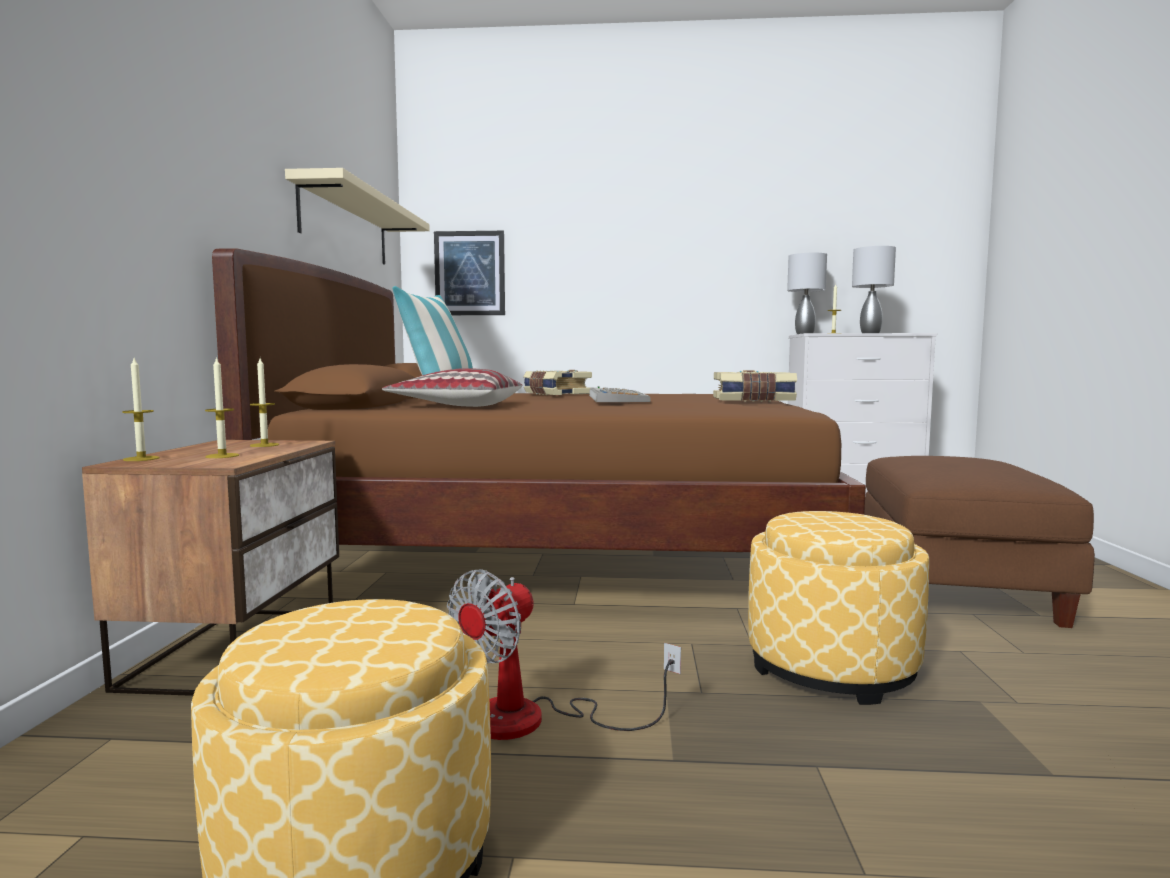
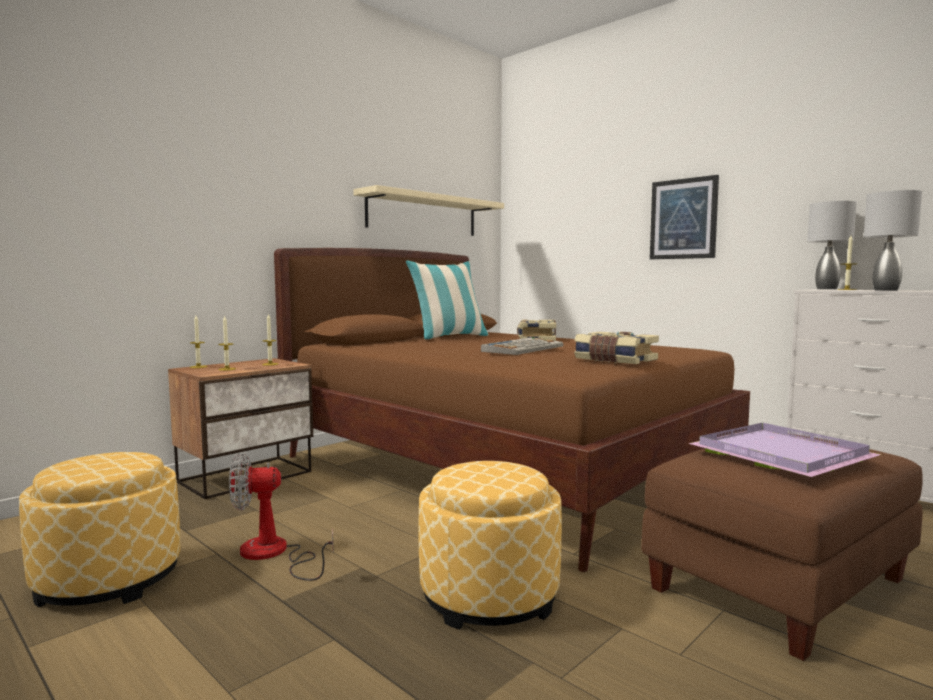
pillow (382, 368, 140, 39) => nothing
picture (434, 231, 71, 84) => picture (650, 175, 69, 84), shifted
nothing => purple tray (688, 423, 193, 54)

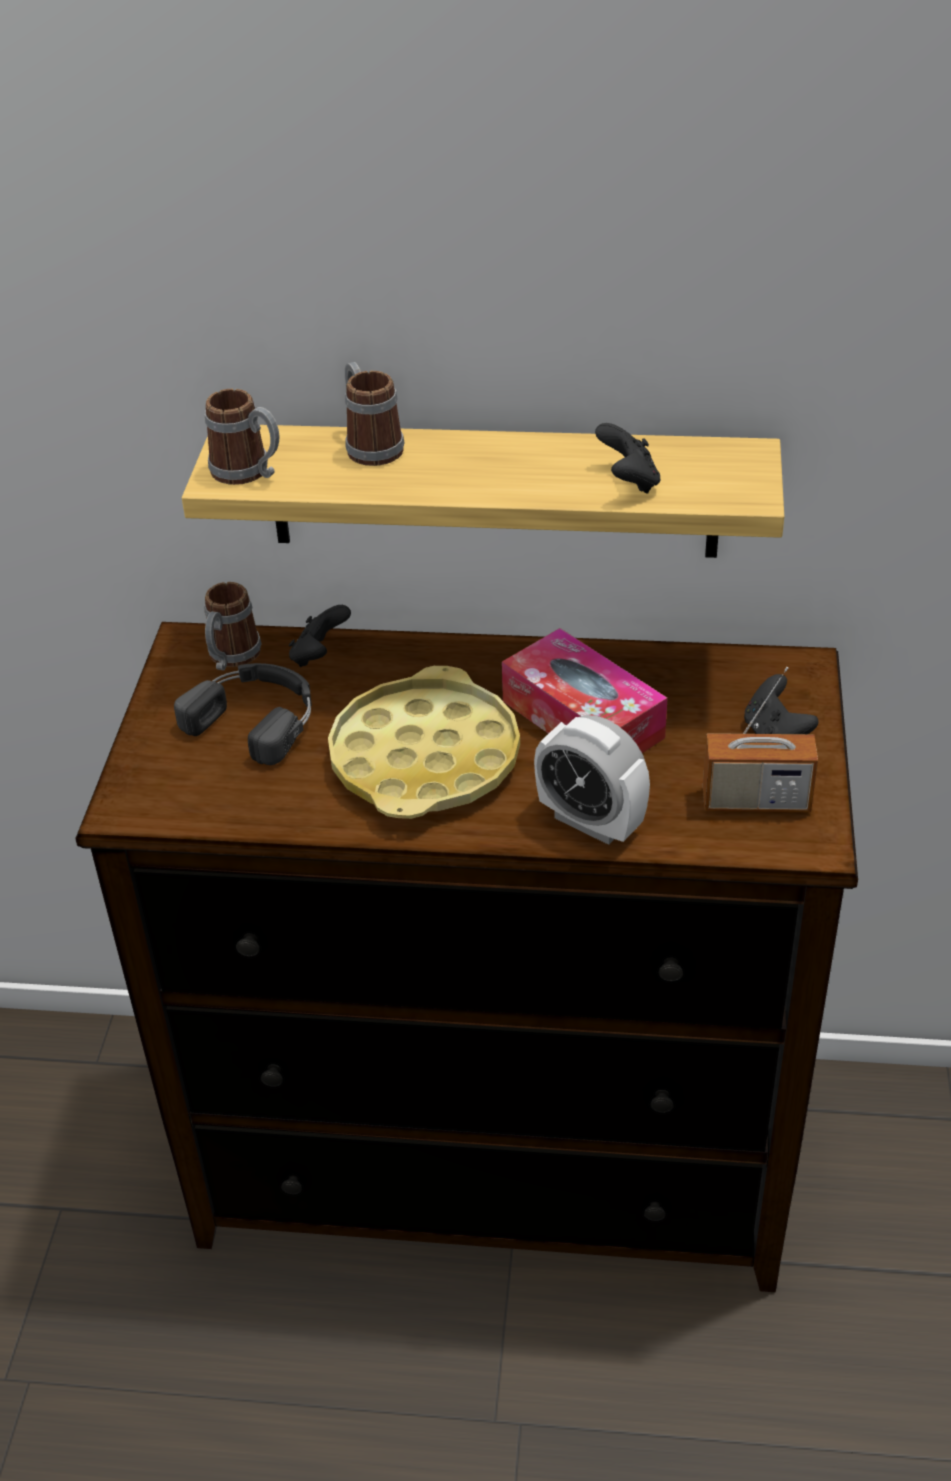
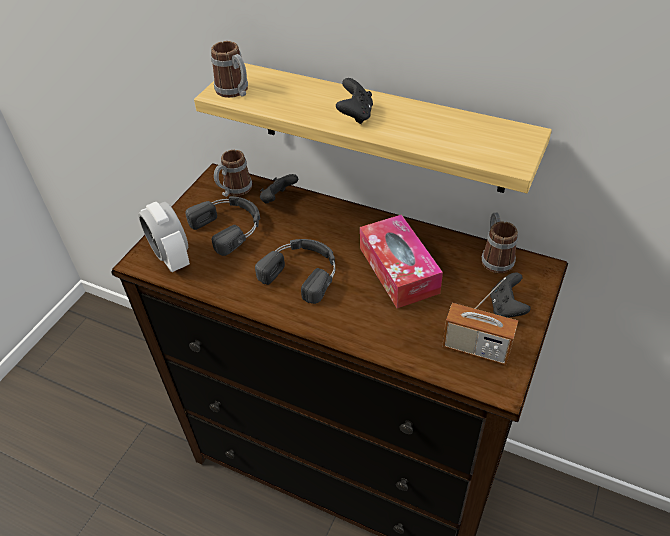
yellow tray (328, 666, 192, 153) => black headphones (255, 239, 80, 65)
mug (345, 362, 59, 104) => mug (482, 212, 36, 61), shifted
alarm clock (534, 715, 116, 130) => alarm clock (138, 202, 52, 70), shifted
black game controller (595, 423, 65, 71) => black game controller (336, 78, 37, 46), shifted

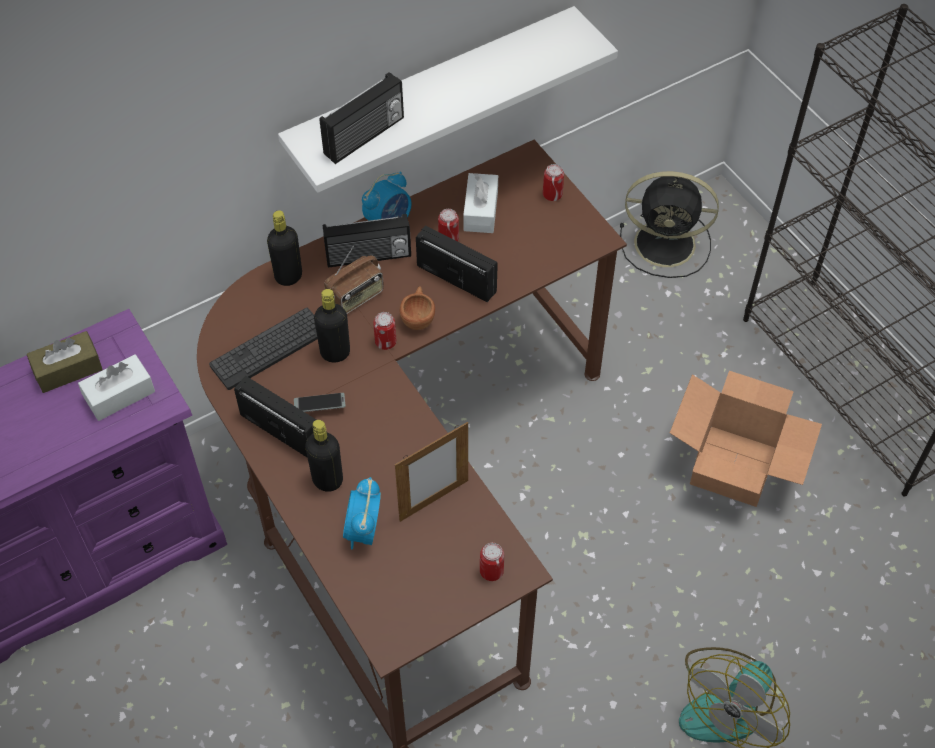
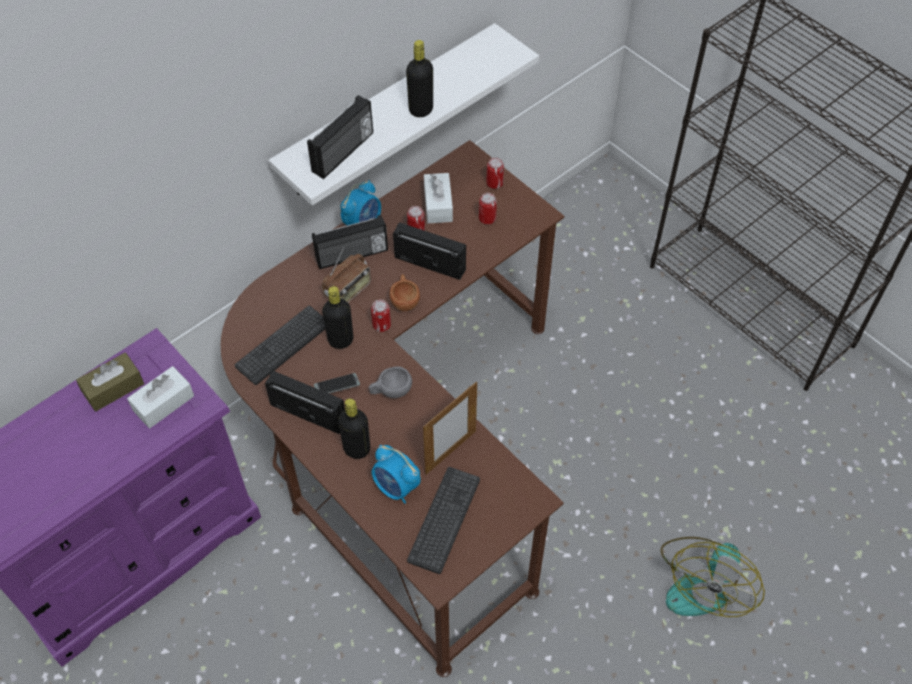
black bottle (267, 210, 35, 76) => black bottle (406, 40, 27, 77), shifted
alarm clock (343, 477, 38, 72) => alarm clock (372, 445, 49, 59), 45 degrees counterclockwise
can (480, 543, 24, 38) => can (479, 193, 18, 31), shifted
black fan (620, 171, 99, 107) => nothing
cardboard box (670, 371, 152, 136) => nothing
nothing => grey cup (369, 367, 43, 31)
nothing => keyboard (407, 467, 73, 107)

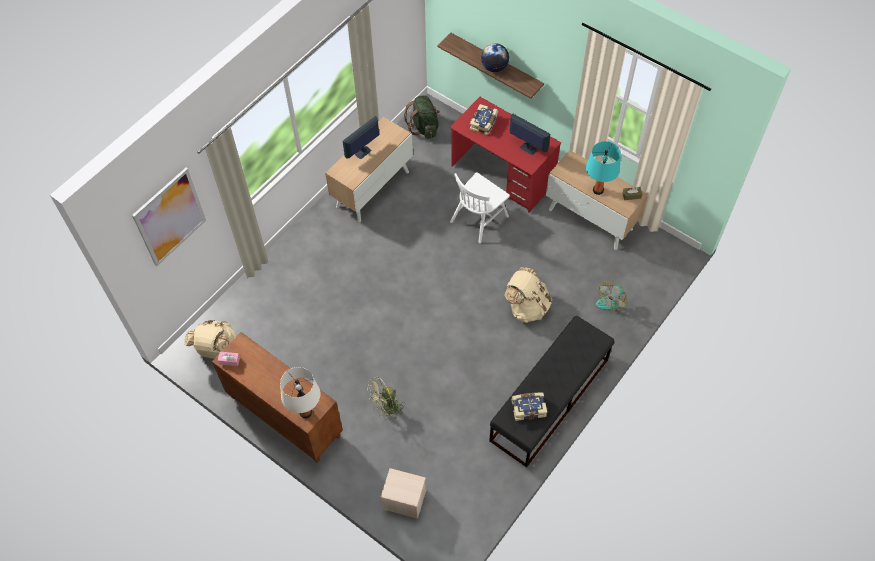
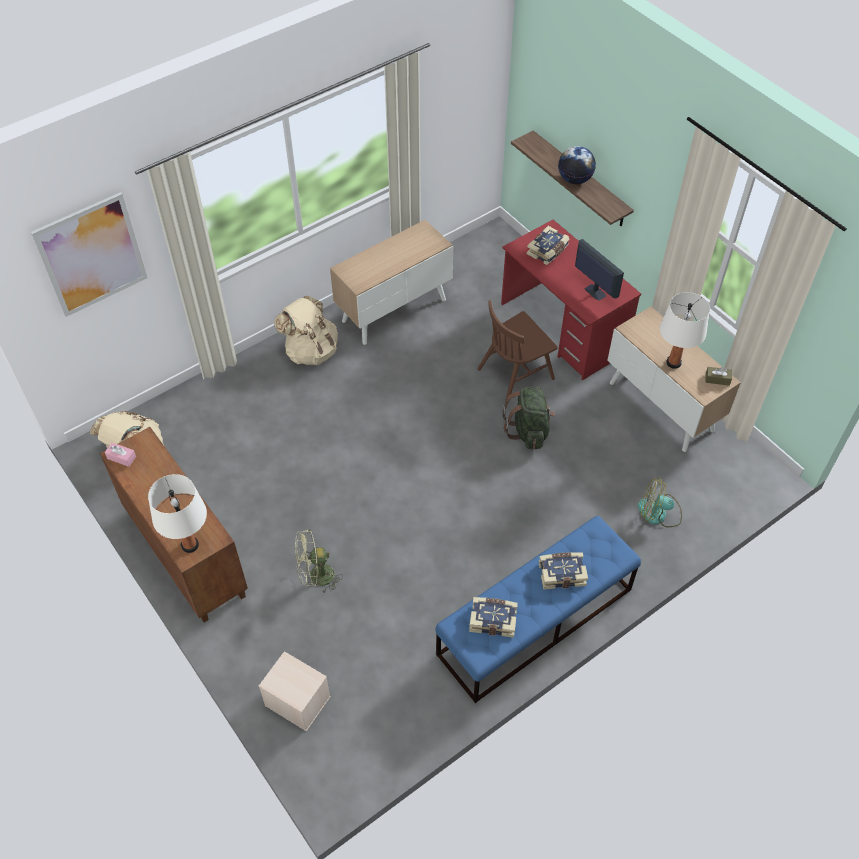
monitor (343, 116, 36, 43) => nothing
green backpack (404, 95, 36, 44) => green backpack (503, 386, 52, 64), shifted
white chair (450, 172, 60, 71) => brown chair (477, 300, 80, 103)
black bench (489, 316, 125, 151) => blue bench (436, 516, 205, 187)
beige backpack (504, 267, 48, 56) => beige backpack (274, 296, 64, 69), shifted
turquoise table lamp (586, 141, 35, 54) => white table lamp (660, 292, 50, 77)
fan (596, 282, 31, 28) => fan (638, 478, 44, 49), 45 degrees clockwise
nothing => book (539, 552, 49, 38)

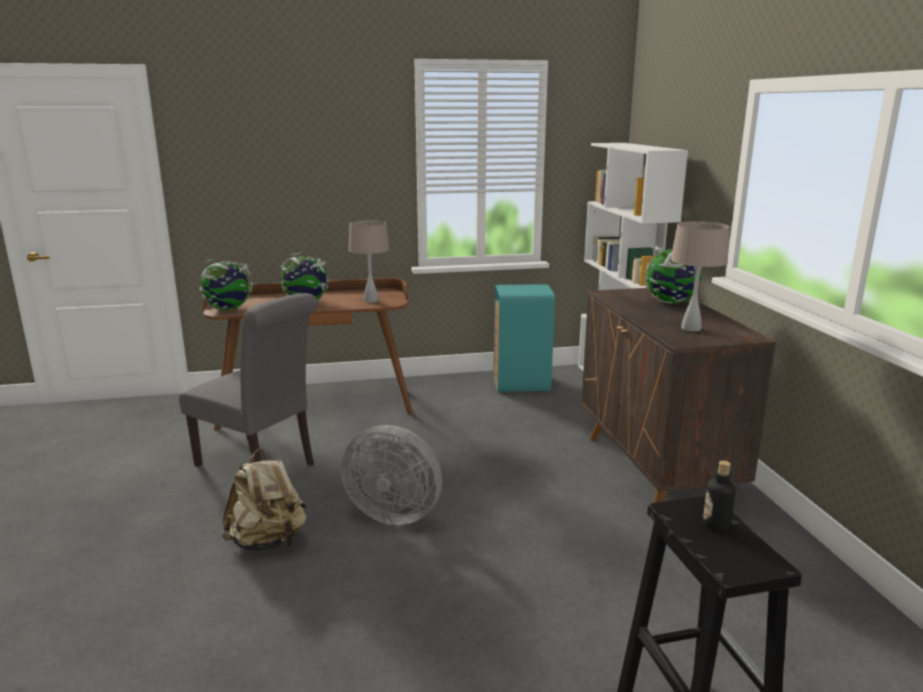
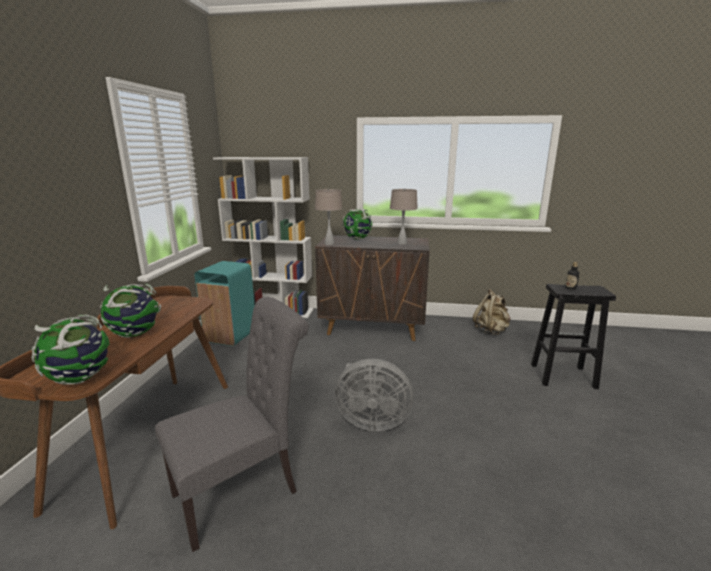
beige backpack (222, 449, 84, 102) => beige backpack (473, 289, 38, 46), shifted
grey fan (341, 425, 101, 100) => grey fan (335, 359, 78, 72), 60 degrees clockwise
beige table lamp (349, 221, 40, 82) => beige table lamp (315, 189, 28, 56), shifted

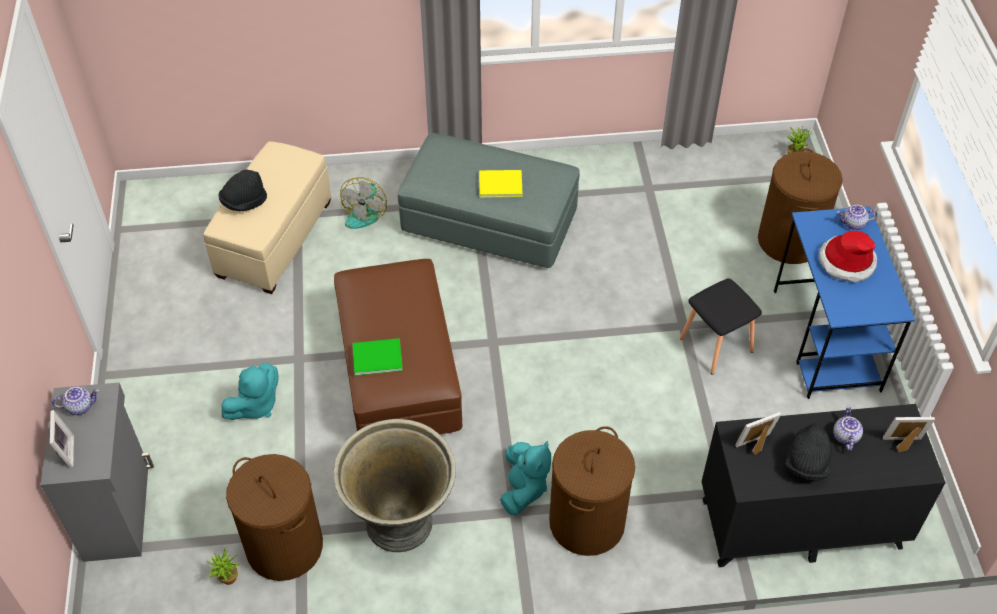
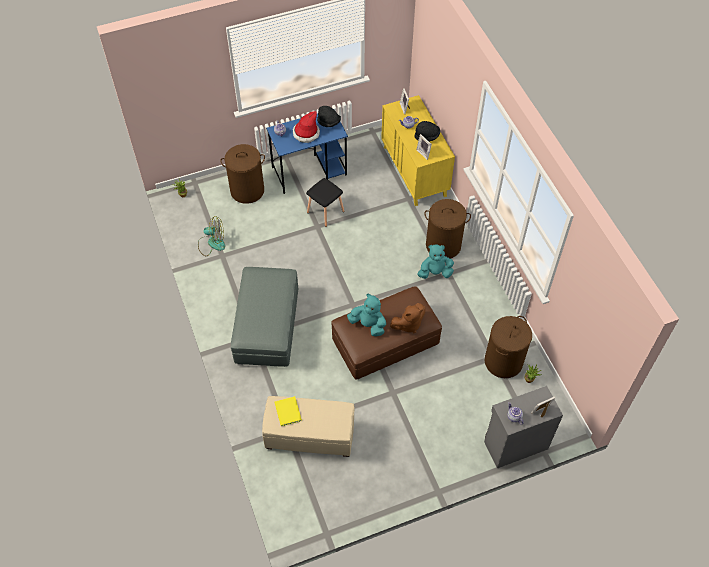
black hat (219, 170, 48, 41) => black hat (317, 106, 24, 21), shifted
turquoise plush toy (221, 362, 58, 58) => turquoise plush toy (347, 293, 39, 43), shifted
grey planter (333, 419, 123, 133) => nothing
fan (340, 177, 47, 52) => fan (198, 216, 27, 40), shifted
green book (353, 338, 50, 38) => brown plush toy (390, 303, 36, 30)
yellow book (479, 170, 44, 28) => yellow book (274, 396, 28, 30), shifted
black dresser (701, 404, 245, 163) => yellow dresser (381, 95, 74, 111)

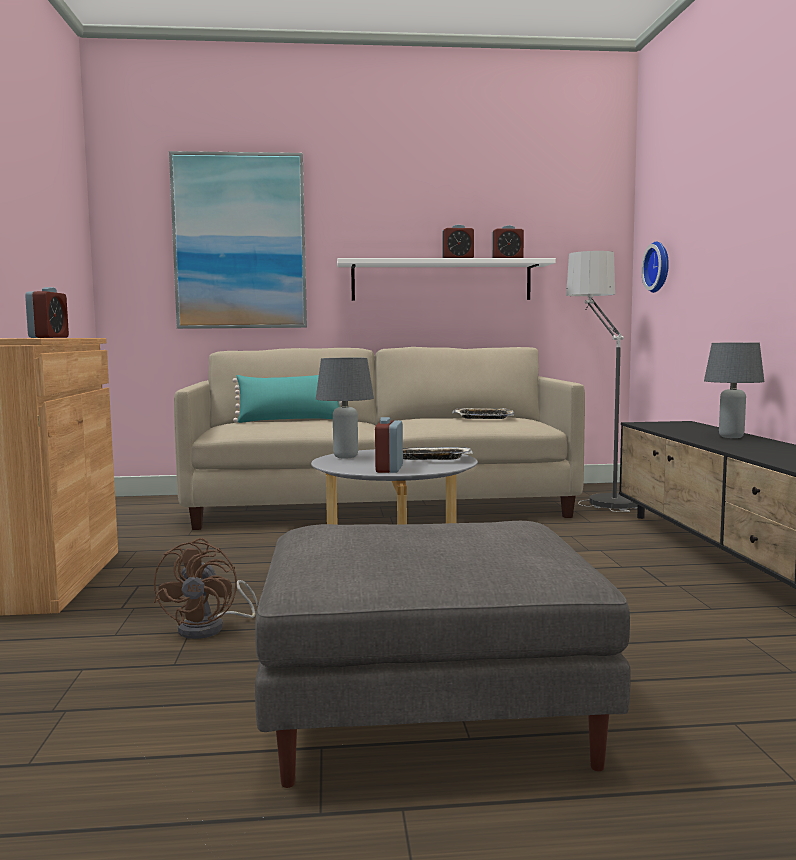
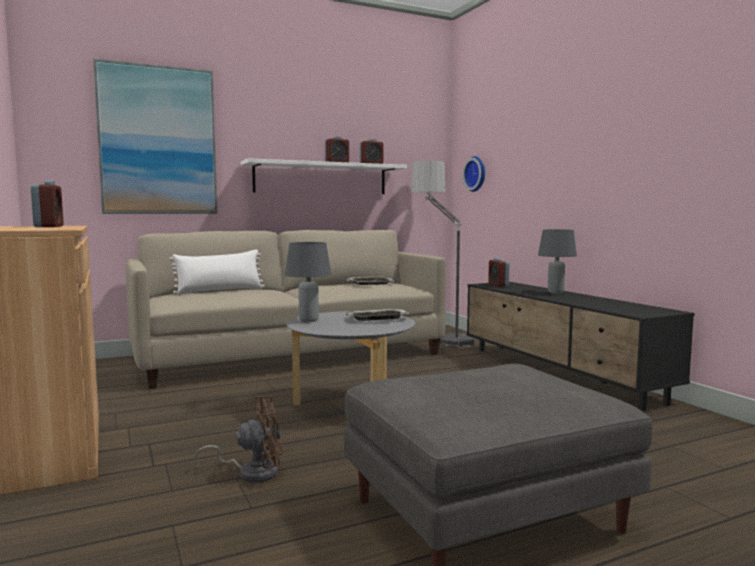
brown fan (154, 538, 104, 101) => brown fan (194, 396, 89, 87), 90 degrees counterclockwise
turquoise pillow (233, 375, 109, 48) => white pillow (169, 249, 96, 46)
alarm clock (375, 417, 28, 56) => alarm clock (488, 258, 21, 29), shifted

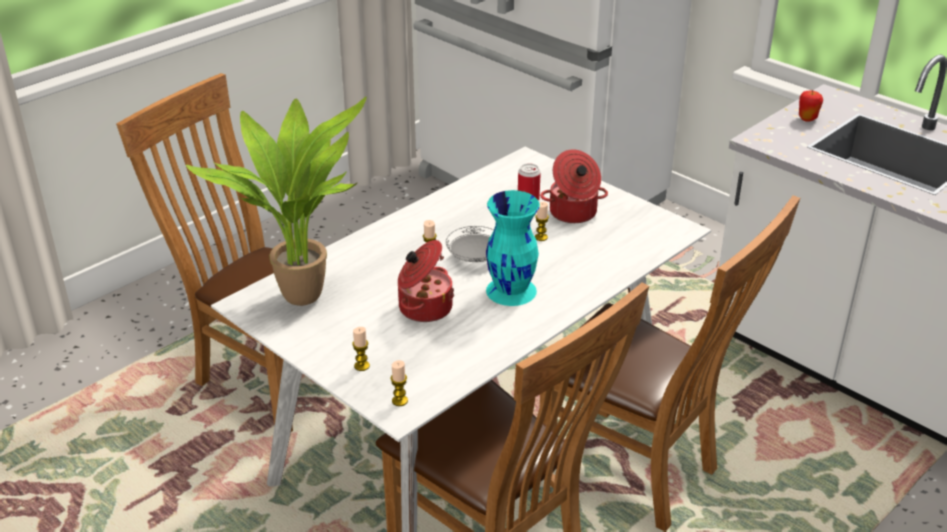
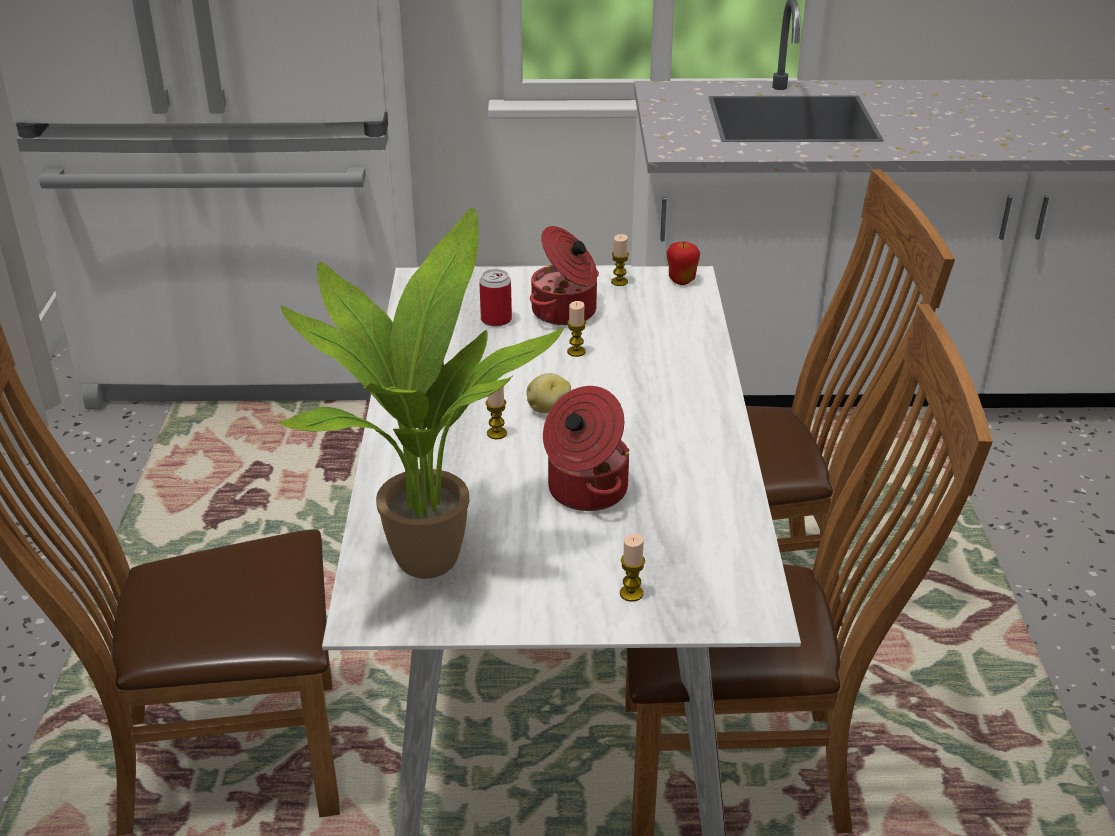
candle (391, 360, 17, 46) => candle (611, 234, 18, 52), shifted
grey plate (446, 226, 48, 36) => potato (526, 373, 45, 40)
turquoise vase (486, 190, 54, 116) => nothing
apple (799, 90, 24, 32) => apple (667, 242, 33, 43), shifted

